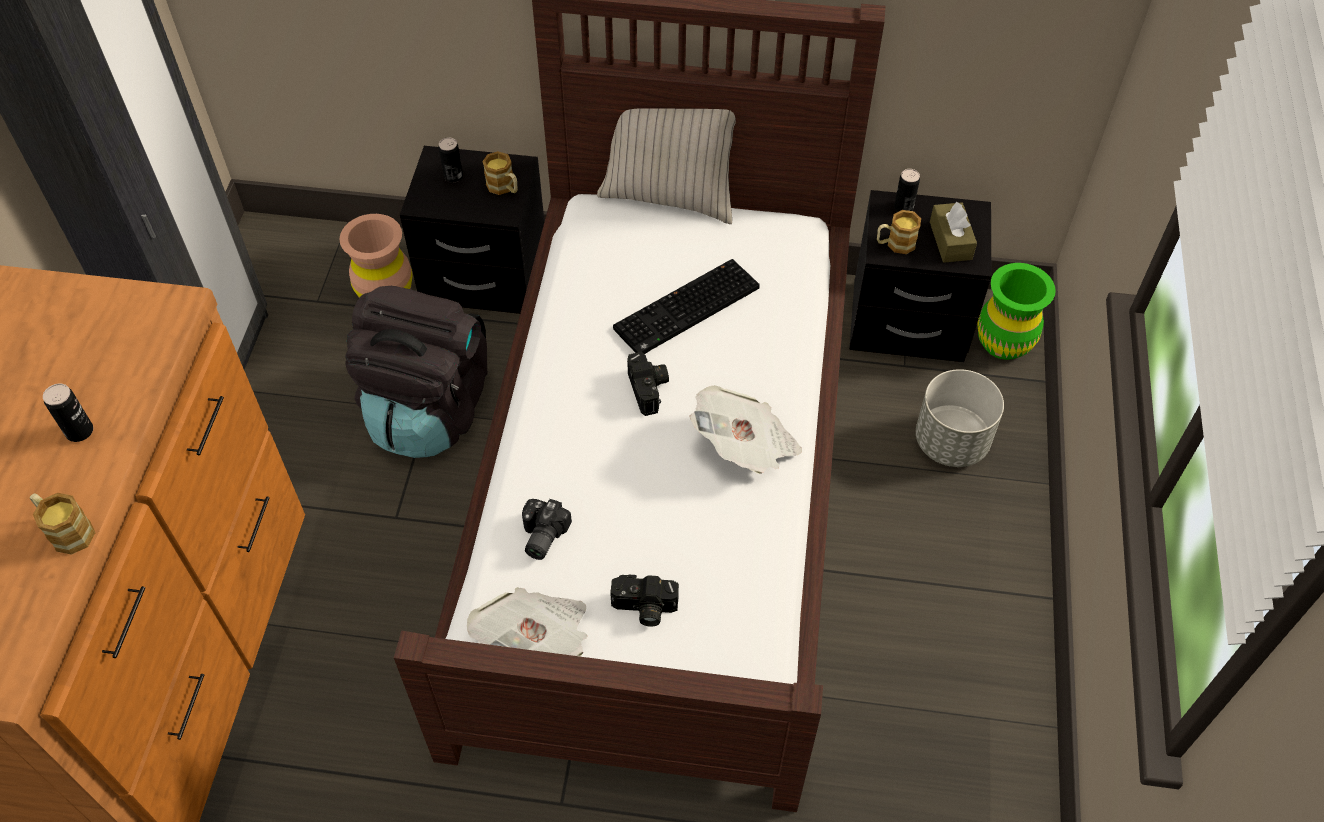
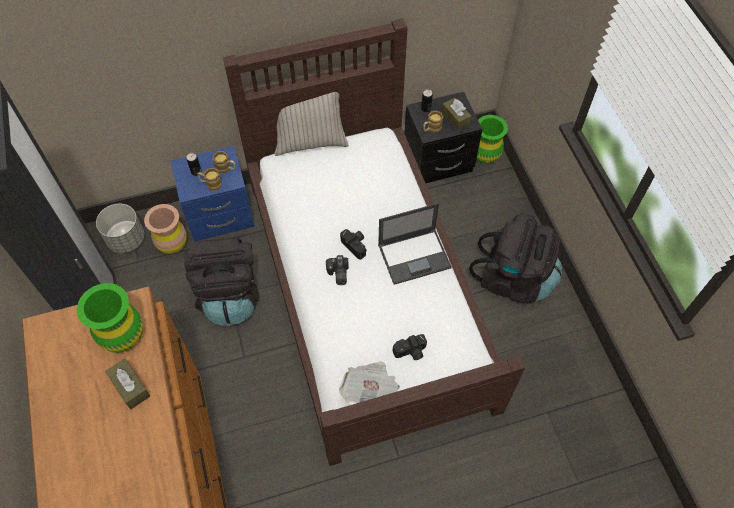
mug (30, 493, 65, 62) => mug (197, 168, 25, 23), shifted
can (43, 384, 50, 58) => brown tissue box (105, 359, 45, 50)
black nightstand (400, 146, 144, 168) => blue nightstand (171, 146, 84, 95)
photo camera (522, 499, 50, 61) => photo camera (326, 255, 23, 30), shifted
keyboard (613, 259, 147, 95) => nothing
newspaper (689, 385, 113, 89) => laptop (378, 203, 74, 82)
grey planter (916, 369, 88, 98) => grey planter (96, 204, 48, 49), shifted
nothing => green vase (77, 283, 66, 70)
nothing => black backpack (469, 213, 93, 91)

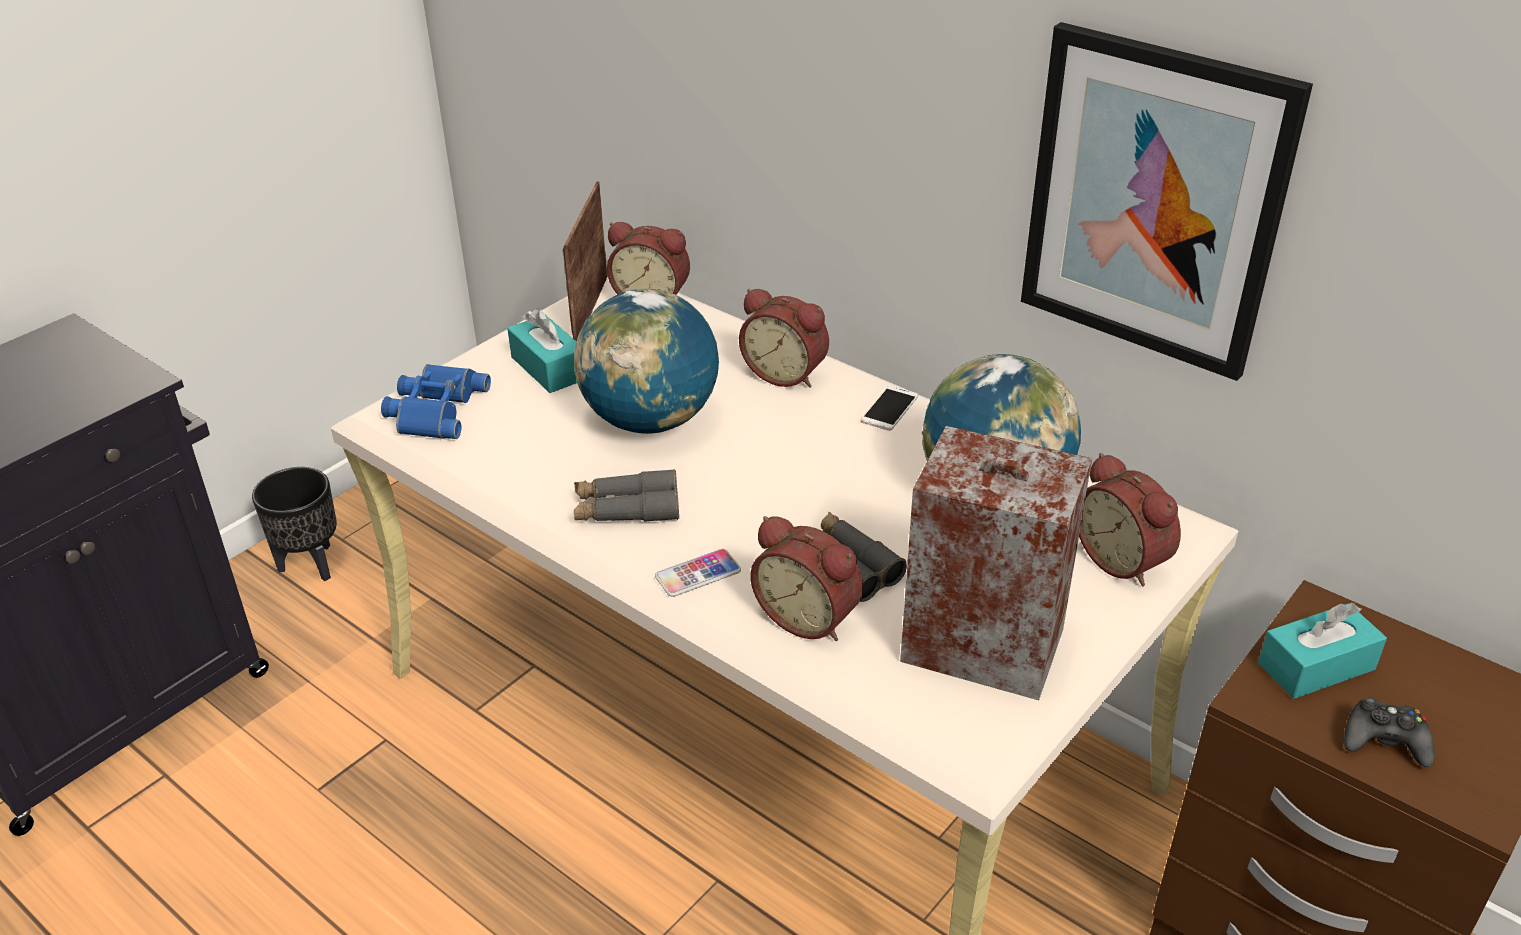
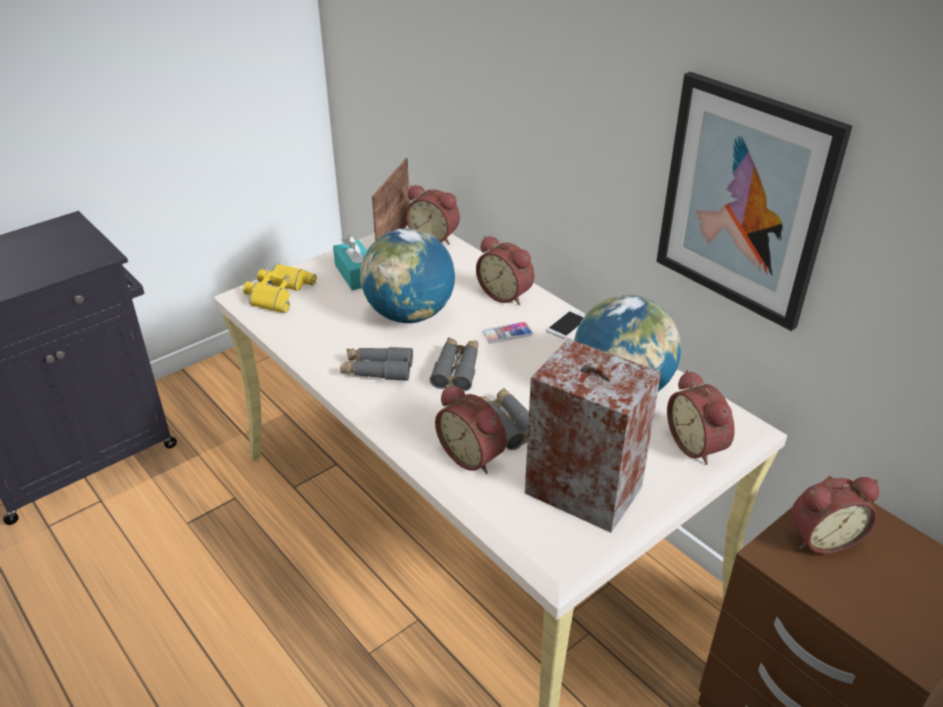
black planter (252, 467, 85, 114) => nothing
blue binoculars (381, 364, 110, 75) => yellow binoculars (243, 264, 74, 49)
phone (655, 549, 86, 48) => phone (483, 322, 50, 22), shifted
turquoise tissue box (1258, 603, 129, 96) => alarm clock (790, 477, 89, 77)
black game controller (1344, 697, 91, 70) => nothing
nothing => grey binoculars (430, 338, 49, 53)

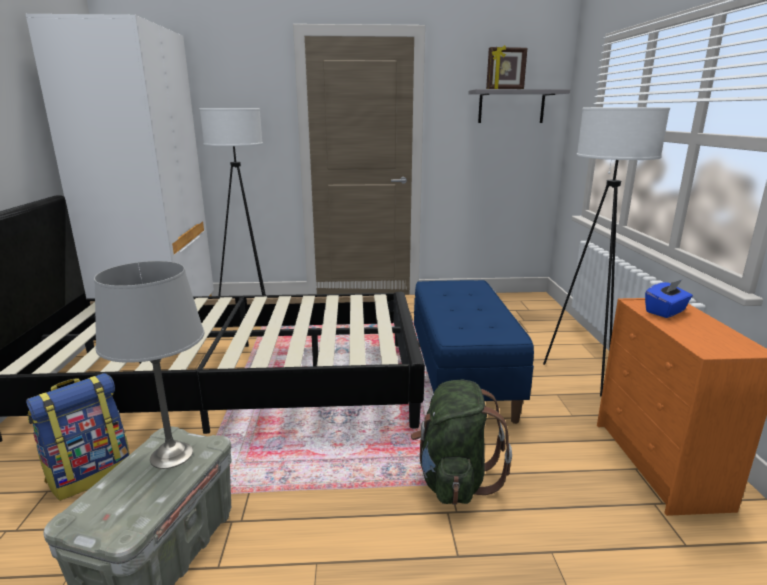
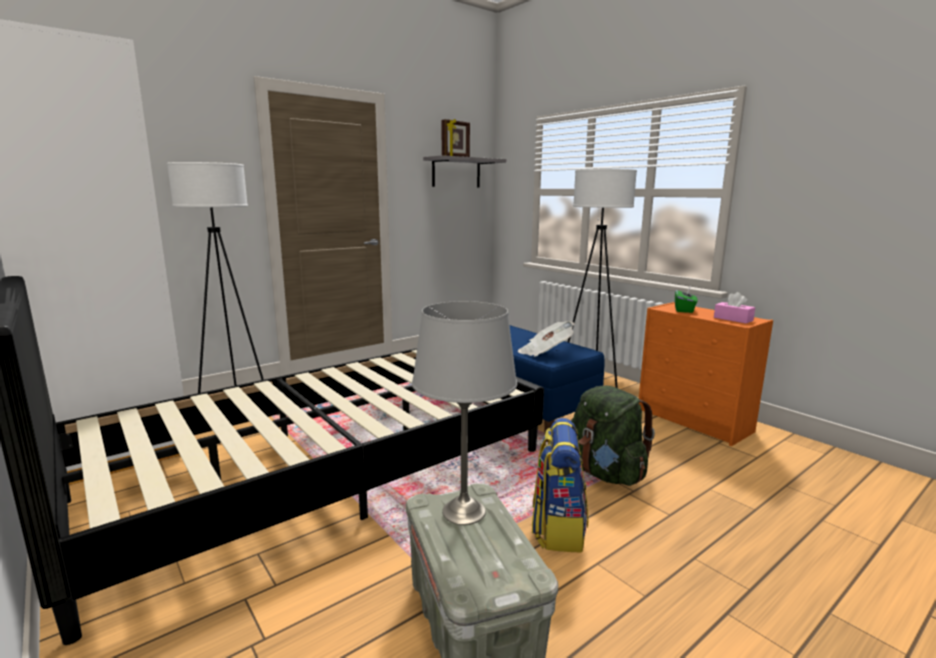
backpack (26, 373, 104, 128) => backpack (532, 418, 56, 135), shifted
blue tissue box (645, 279, 48, 39) => green tissue box (675, 286, 23, 27)
nothing => newspaper (518, 321, 56, 36)
nothing => pink tissue box (714, 292, 41, 31)

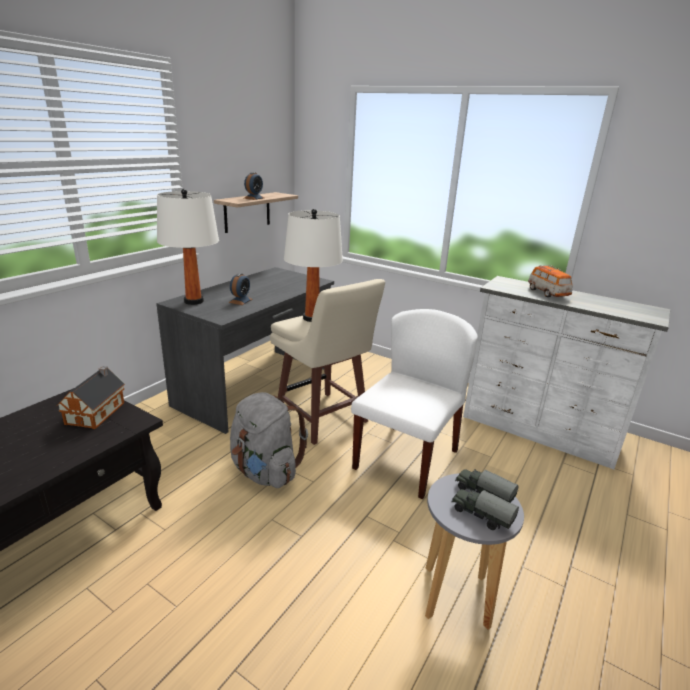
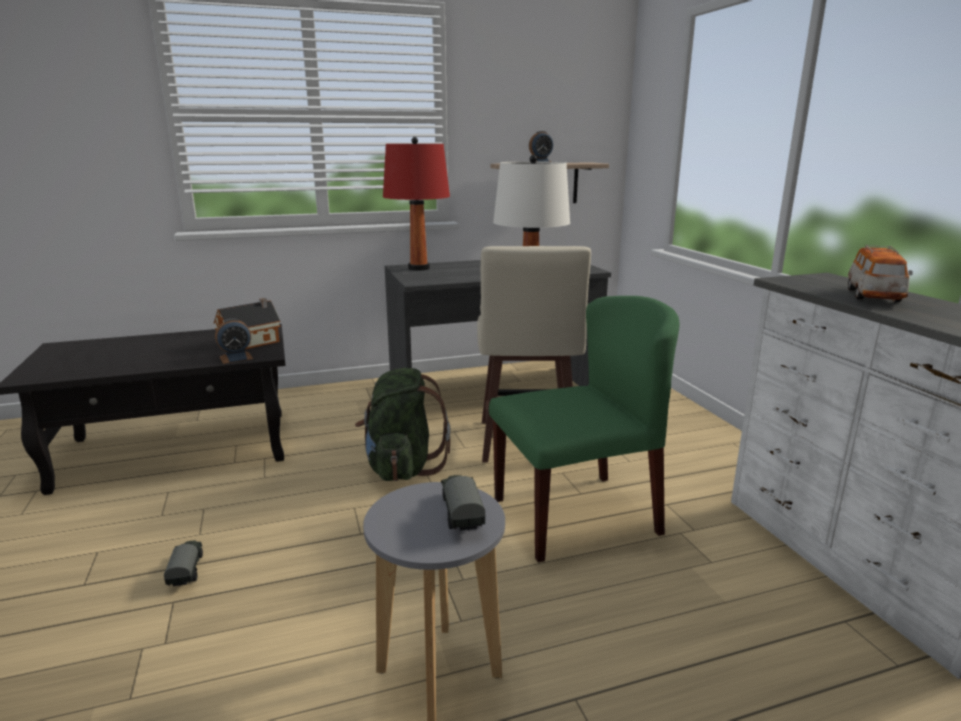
white table lamp (157, 189, 62, 116) => red table lamp (383, 137, 67, 134)
alarm clock (228, 273, 25, 32) => alarm clock (215, 318, 38, 46), shifted
grey backpack (230, 392, 78, 96) => green backpack (355, 368, 95, 113)
white chair (351, 309, 127, 190) => green chair (489, 296, 191, 266)
toy truck (452, 488, 67, 42) => toy truck (164, 541, 39, 45), shifted

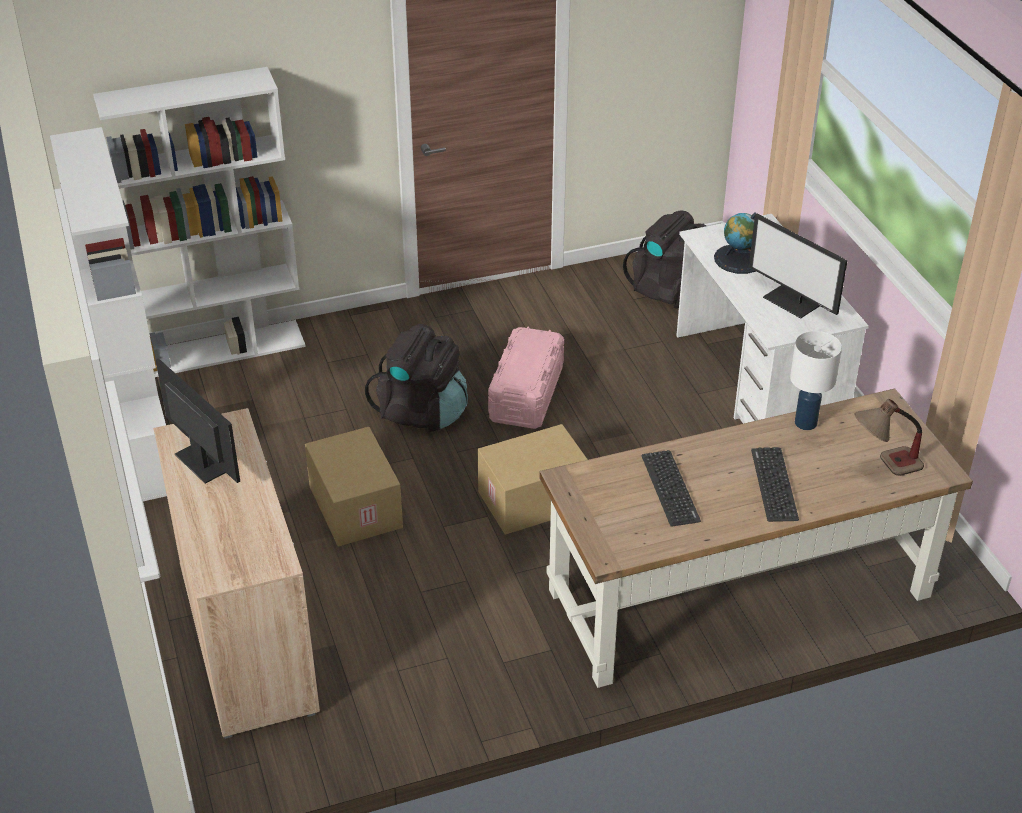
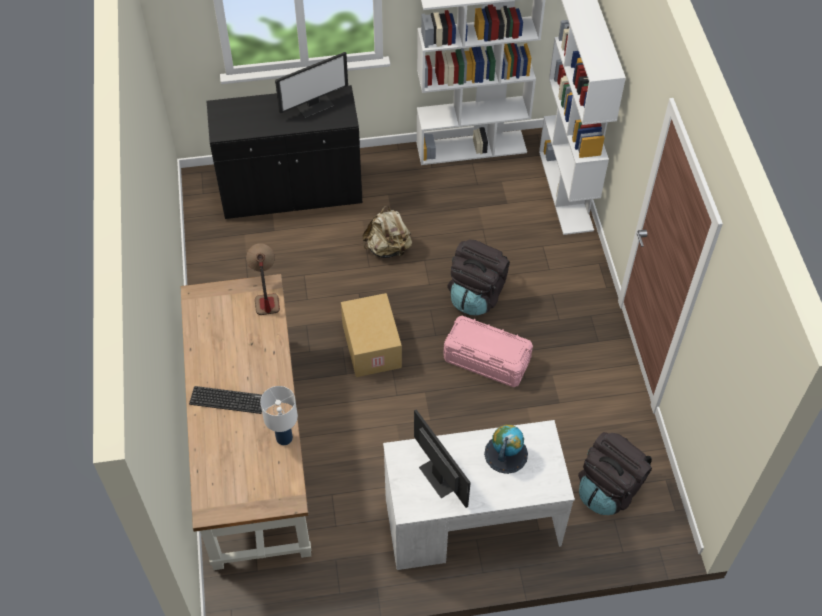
beige cabinet (153, 408, 167, 331) => black cabinet (207, 85, 155, 134)
cardboard box (305, 427, 98, 120) => beige backpack (362, 205, 50, 53)
keyboard (642, 450, 59, 77) => nothing
monitor (749, 214, 99, 104) => monitor (414, 409, 57, 99), 90 degrees clockwise
table lamp (854, 399, 70, 77) => table lamp (246, 243, 34, 72), shifted

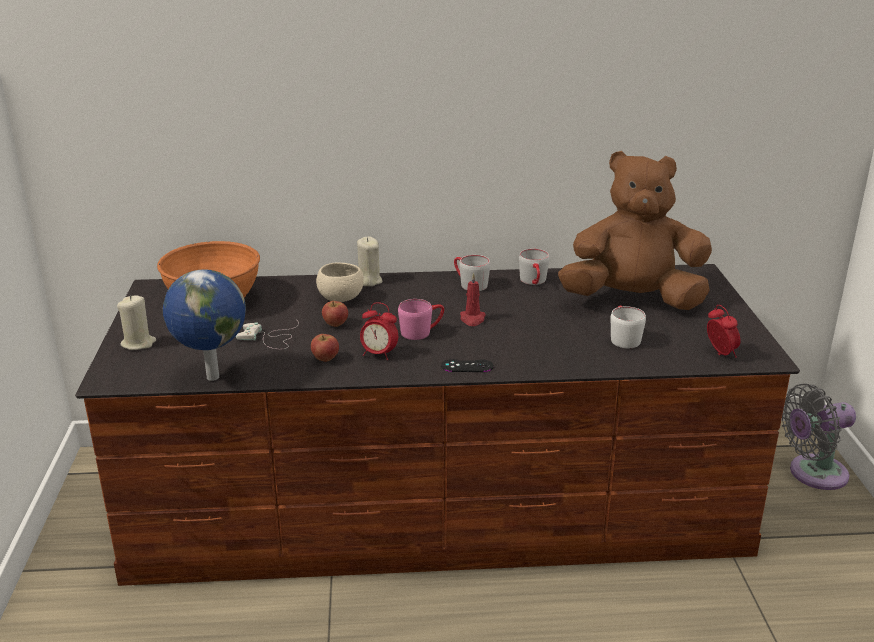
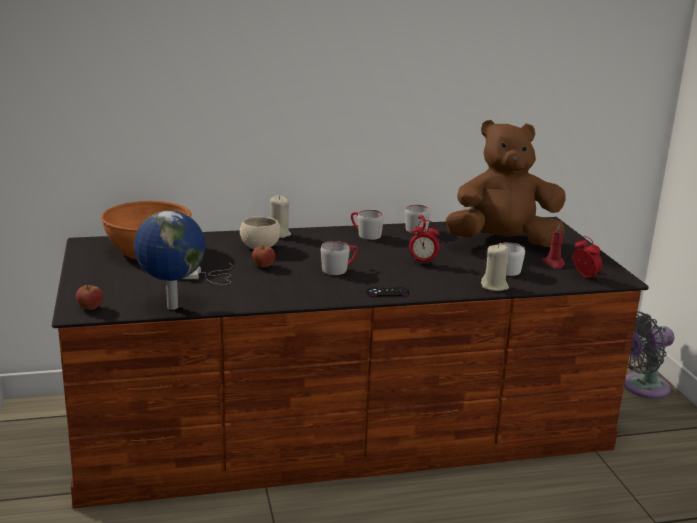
beige candle (117, 295, 39, 55) => beige candle (481, 244, 28, 47), shifted
apple (311, 334, 28, 28) => apple (76, 285, 27, 25), shifted
alarm clock (360, 302, 38, 58) => alarm clock (409, 220, 31, 46), shifted
pink mug (398, 299, 46, 41) => grey mug (321, 241, 37, 34)
red candle (460, 272, 26, 54) => red candle (542, 224, 23, 45), shifted

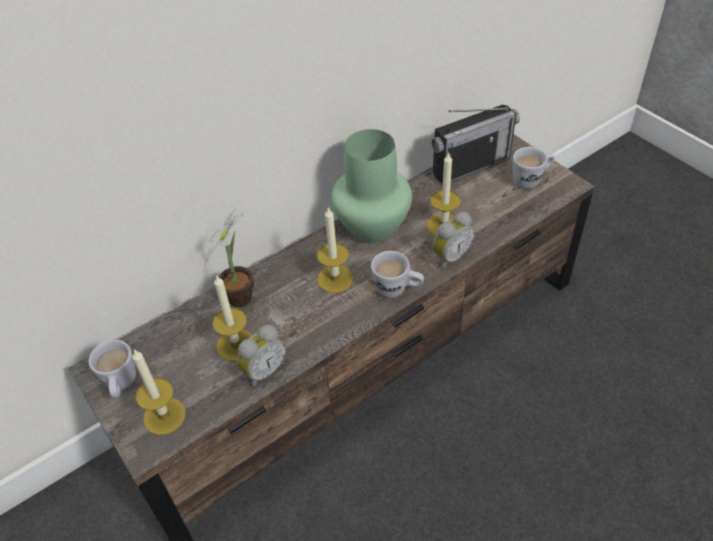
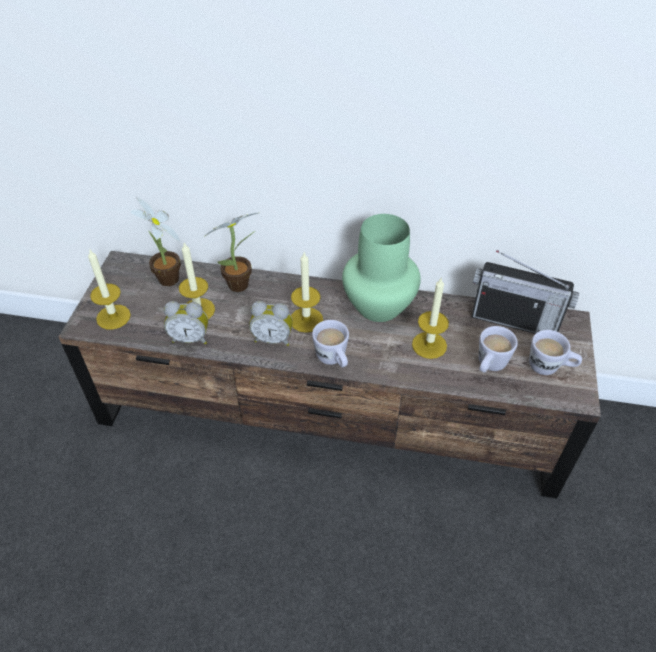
white mug (88, 340, 48, 58) => white mug (479, 326, 39, 47), shifted
alarm clock (432, 212, 43, 57) => alarm clock (249, 301, 44, 45), shifted
nothing => potted plant (130, 197, 51, 89)

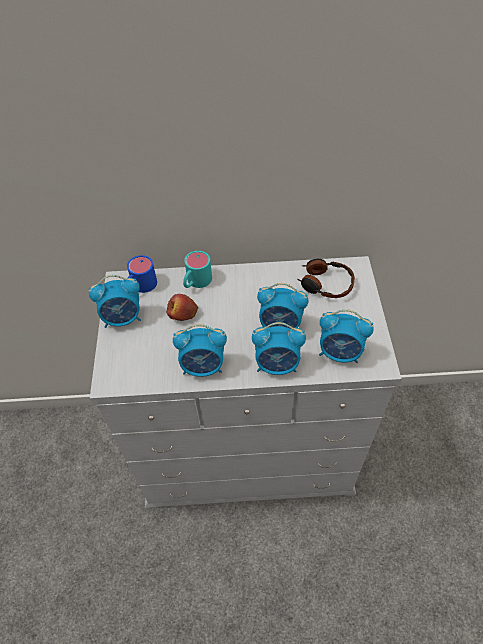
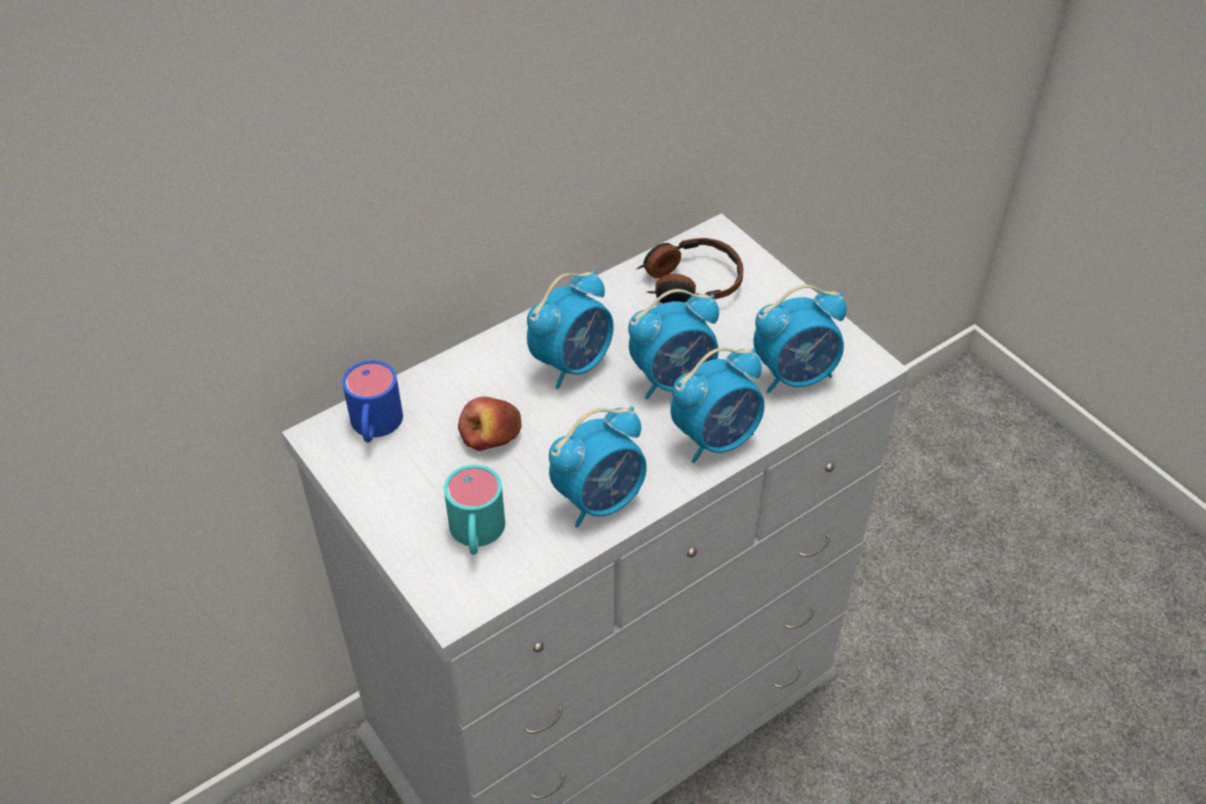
alarm clock (89, 275, 52, 53) => alarm clock (527, 270, 87, 119), shifted
turquoise mug (183, 251, 29, 37) => turquoise mug (444, 465, 61, 90), shifted

